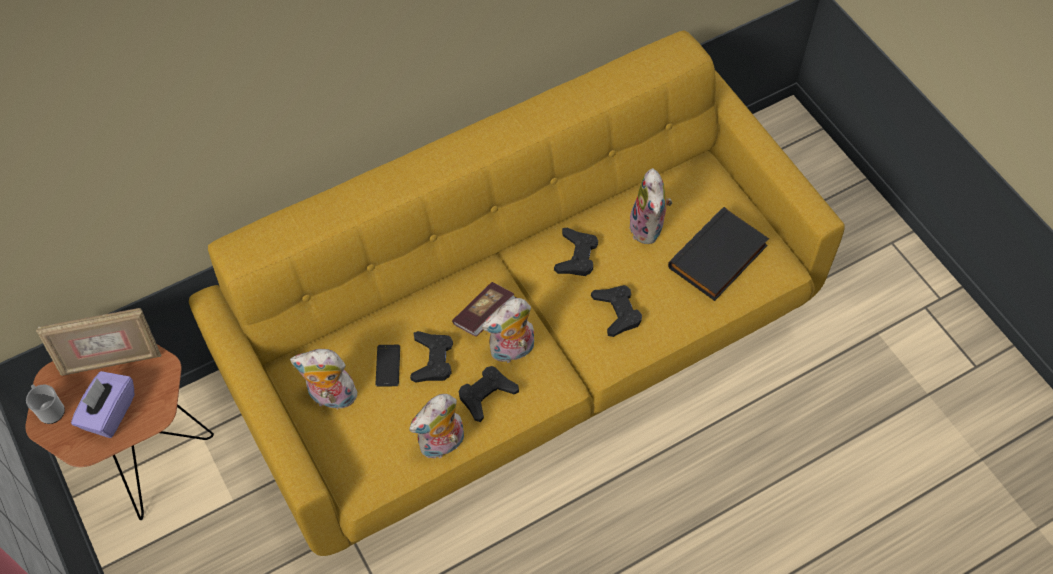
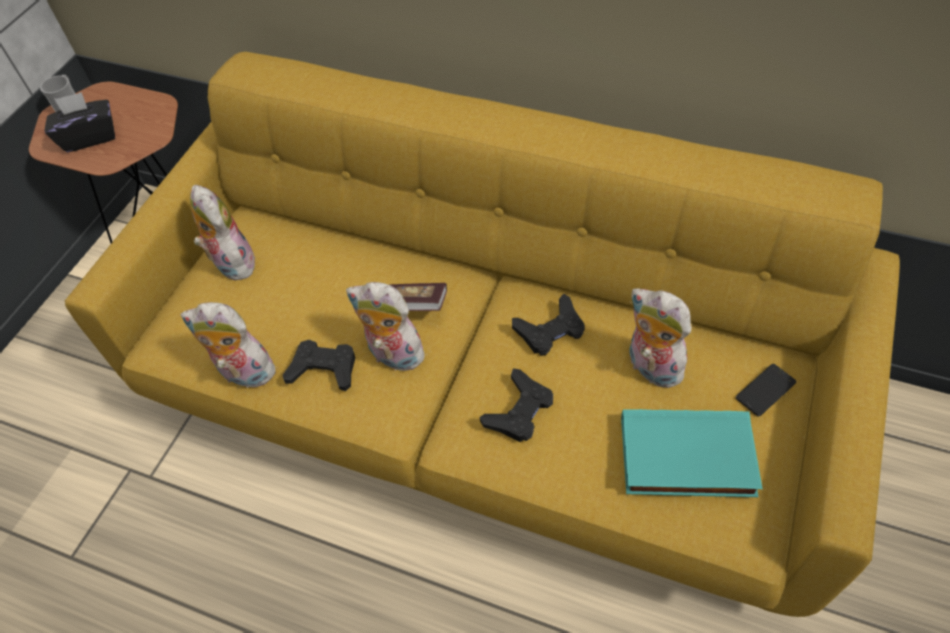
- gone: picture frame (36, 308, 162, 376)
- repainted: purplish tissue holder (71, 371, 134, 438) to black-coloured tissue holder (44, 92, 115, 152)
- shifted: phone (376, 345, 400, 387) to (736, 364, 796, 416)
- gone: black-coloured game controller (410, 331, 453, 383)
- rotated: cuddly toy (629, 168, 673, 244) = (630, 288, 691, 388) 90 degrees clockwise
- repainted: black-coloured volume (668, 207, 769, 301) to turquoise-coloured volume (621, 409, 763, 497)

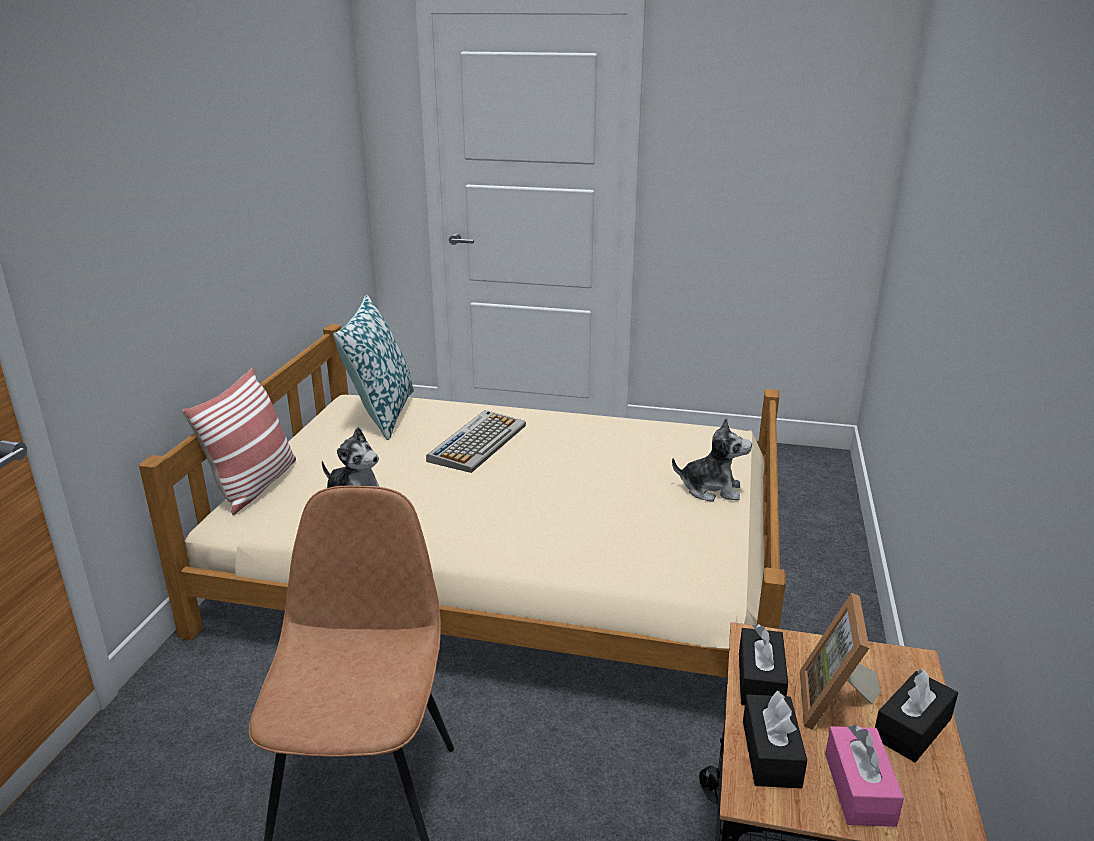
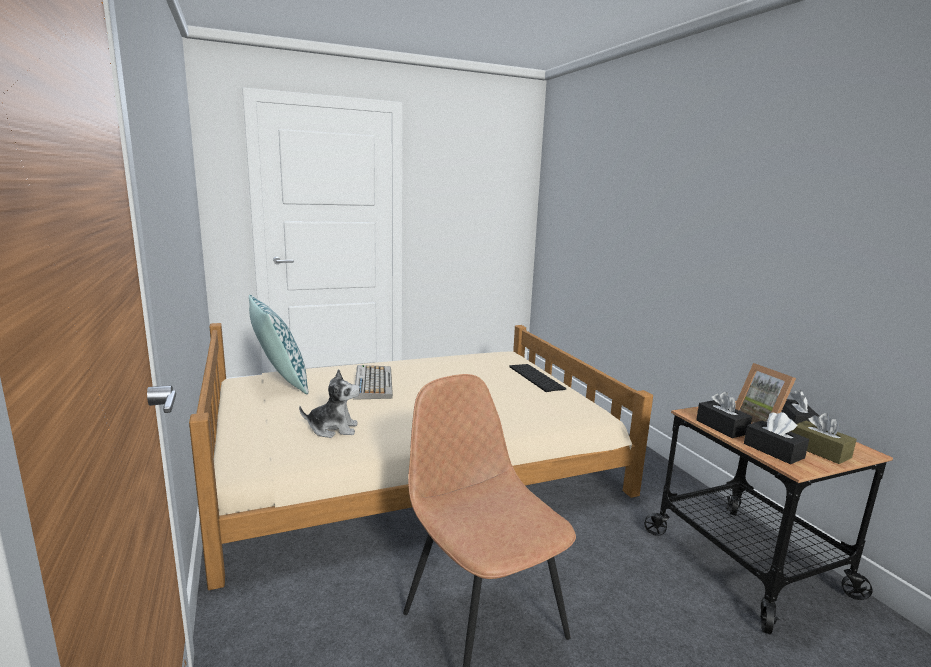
- gone: cushion (182, 368, 296, 515)
- swapped: cuddly toy (672, 418, 752, 502) to keyboard (509, 364, 566, 392)
- repainted: pink tissue holder (825, 725, 904, 827) to brownish tissue holder (791, 413, 857, 464)

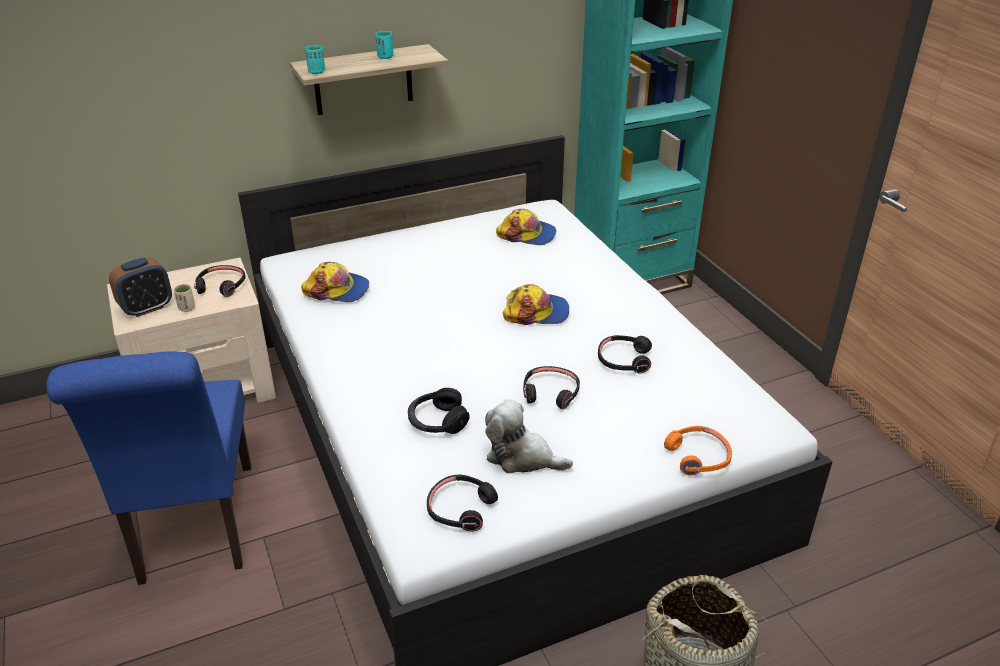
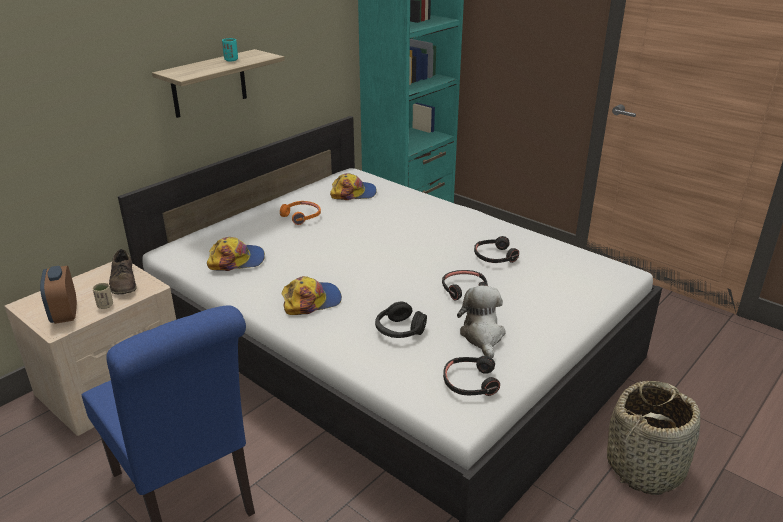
- rotated: bedside clock (109, 257, 172, 317) = (40, 266, 77, 324) 135 degrees clockwise
- swapped: black-coloured headset (194, 265, 246, 297) to brownish low shoe (109, 249, 137, 294)
- gone: turquoise-coloured small cup (305, 45, 325, 74)
- rotated: cuddly toy (485, 399, 573, 473) = (457, 285, 506, 358) 90 degrees clockwise
- shifted: peaked cap (503, 284, 569, 325) to (282, 276, 342, 315)
- shifted: orangey headset (664, 426, 732, 475) to (280, 201, 321, 225)

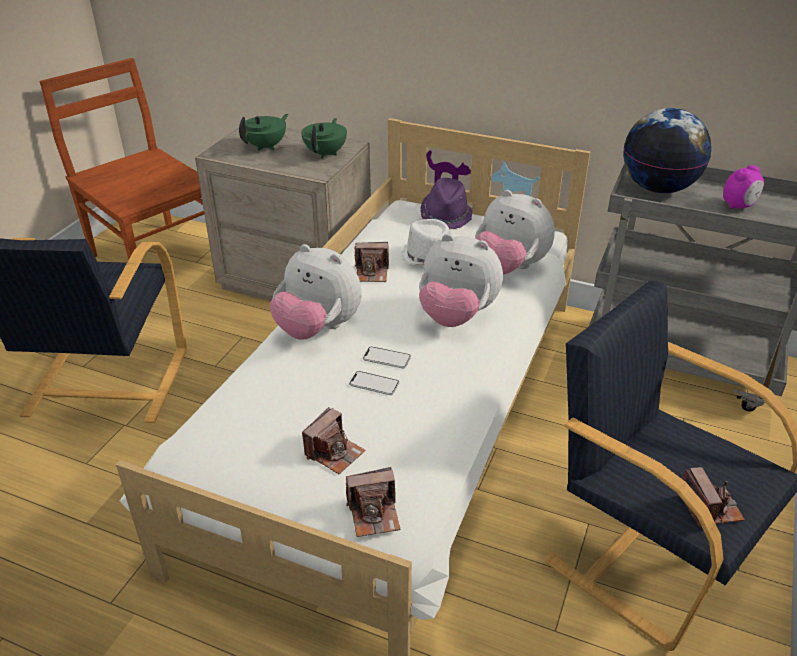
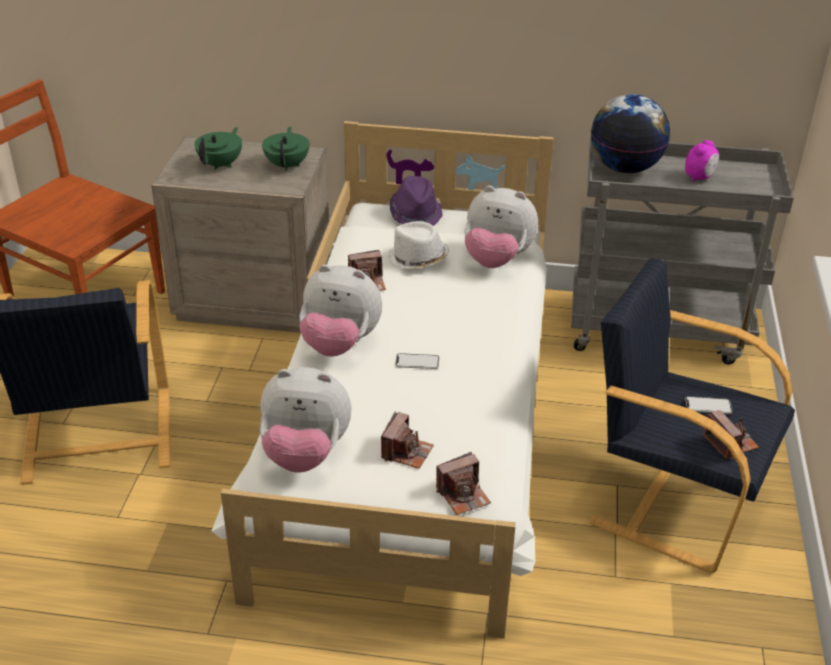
- shifted: phone (349, 371, 399, 395) to (685, 396, 732, 414)
- shifted: cuddly toy (419, 234, 503, 327) to (260, 367, 351, 472)

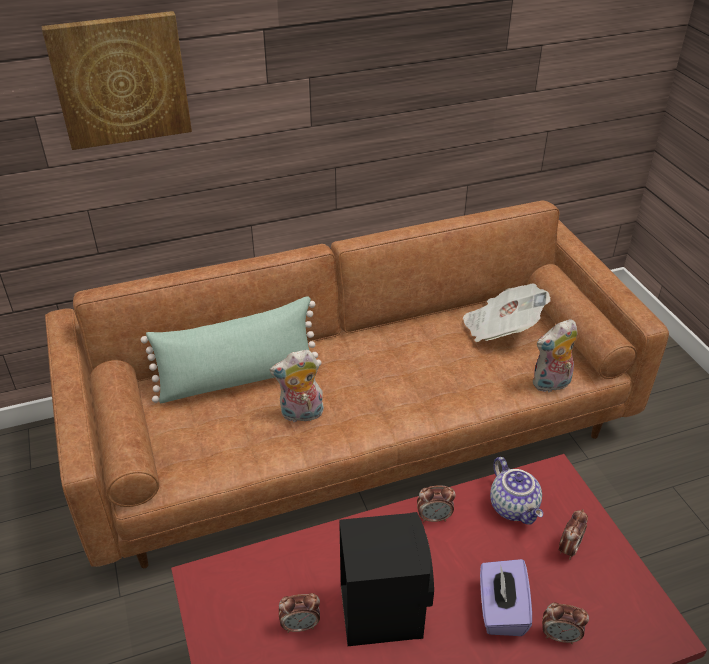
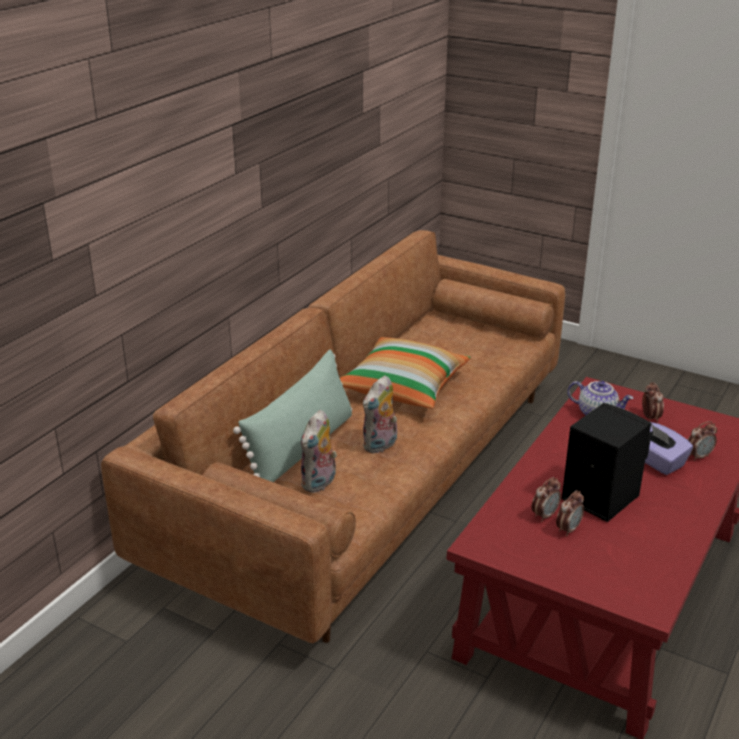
- gone: wall picture (41, 11, 192, 150)
- shifted: bedside clock (417, 485, 456, 522) to (531, 477, 561, 522)
- gone: printed paper (463, 284, 551, 342)
- shifted: cuddly toy (533, 319, 577, 392) to (300, 410, 337, 493)
- new: cushion (340, 337, 471, 408)

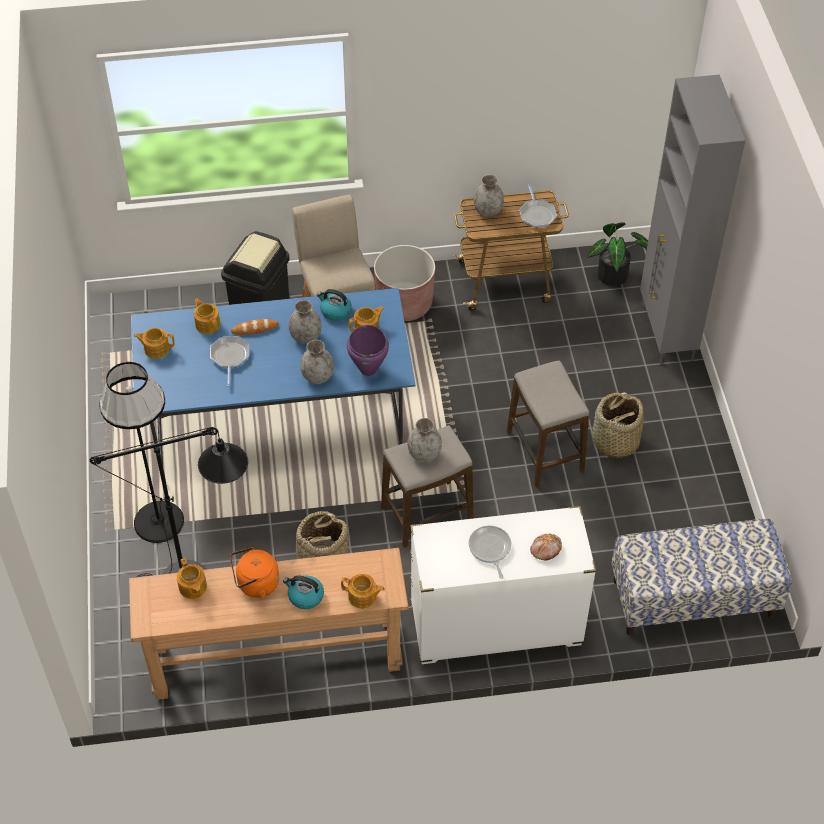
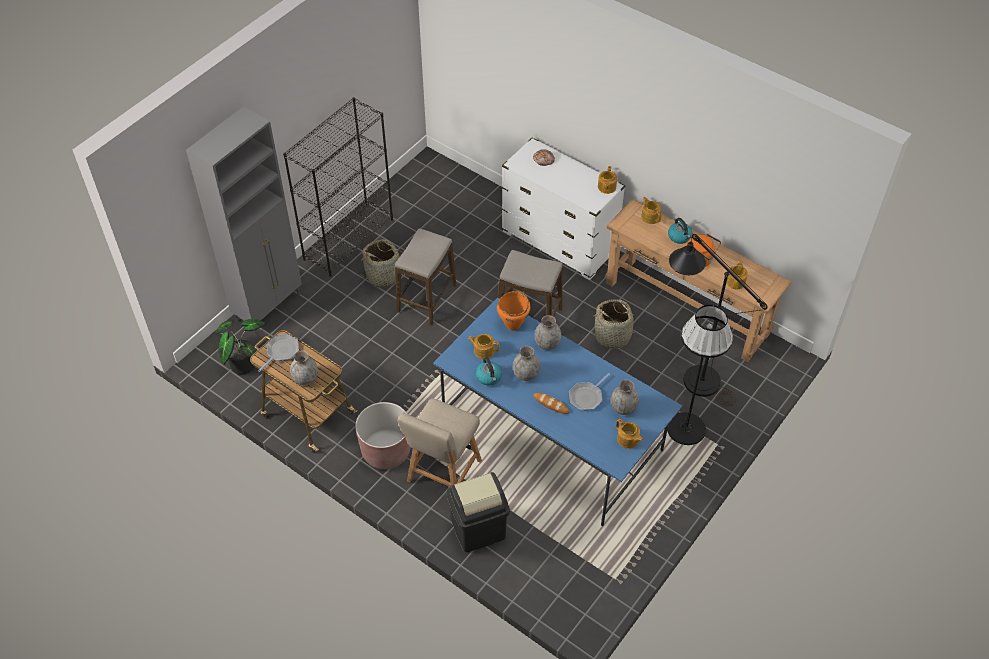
- shifted: teapot (194, 299, 220, 334) to (598, 166, 617, 194)
- repainted: purplish cooking pot (347, 325, 389, 376) to orangey cooking pot (497, 291, 530, 331)
- shifted: gray decorative vase (407, 418, 442, 462) to (611, 380, 639, 415)
- gone: skillet (469, 526, 511, 579)
- gone: bench (611, 519, 792, 635)
- new: black-coloured shelving unit (283, 97, 393, 277)

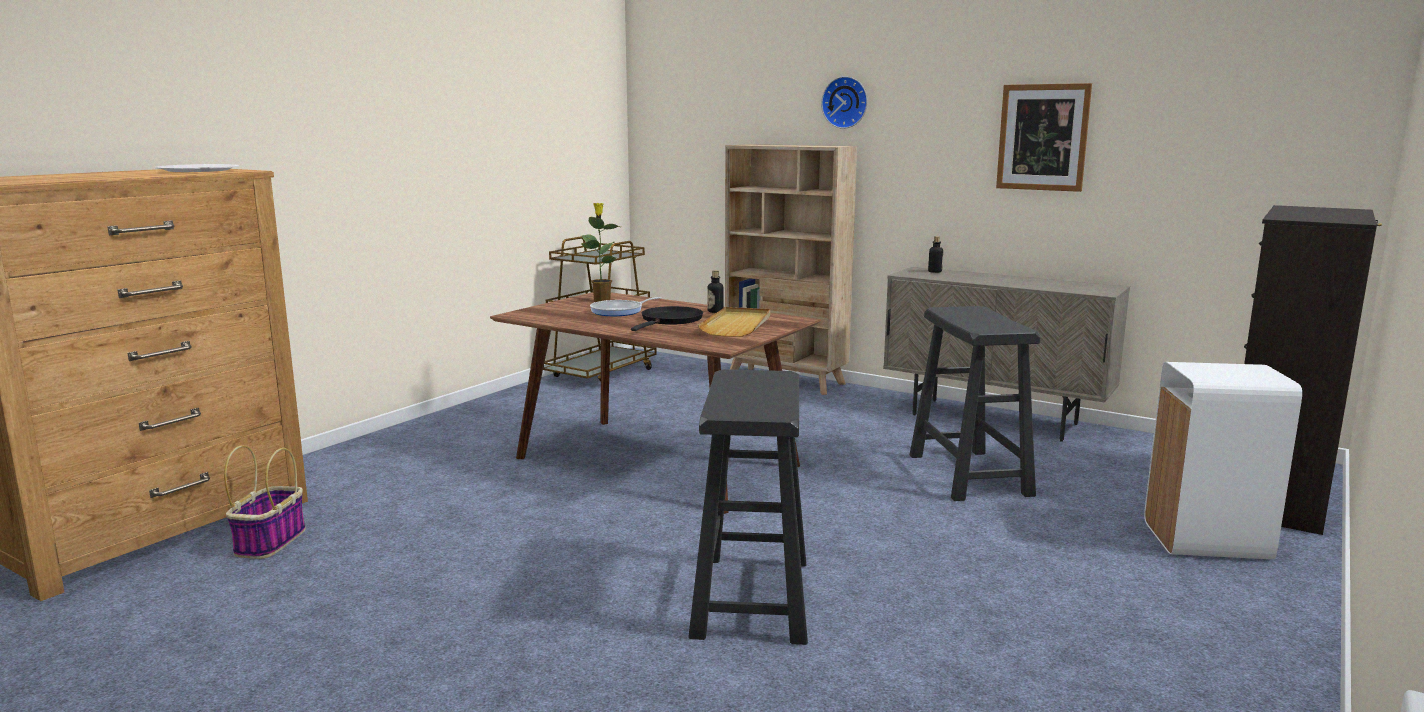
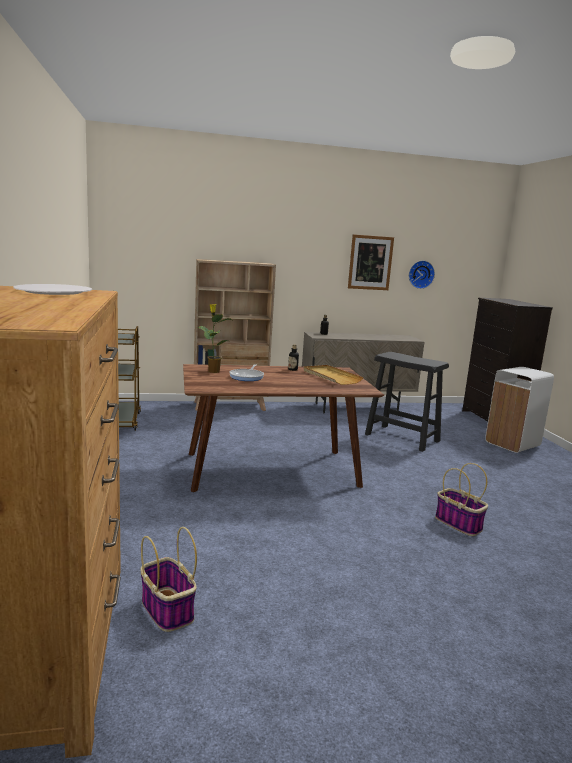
- gone: black-coloured skillet (631, 306, 703, 331)
- swapped: black-coloured stool seat (688, 369, 808, 645) to basket (435, 463, 488, 536)
- shifted: clock on the wall (821, 76, 868, 129) to (409, 260, 435, 289)

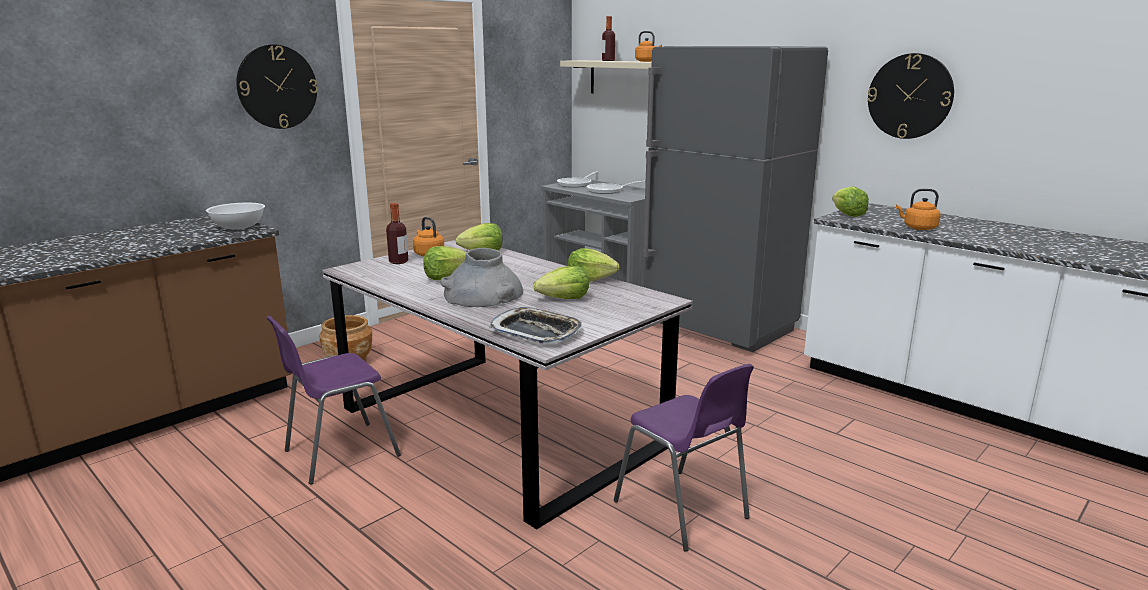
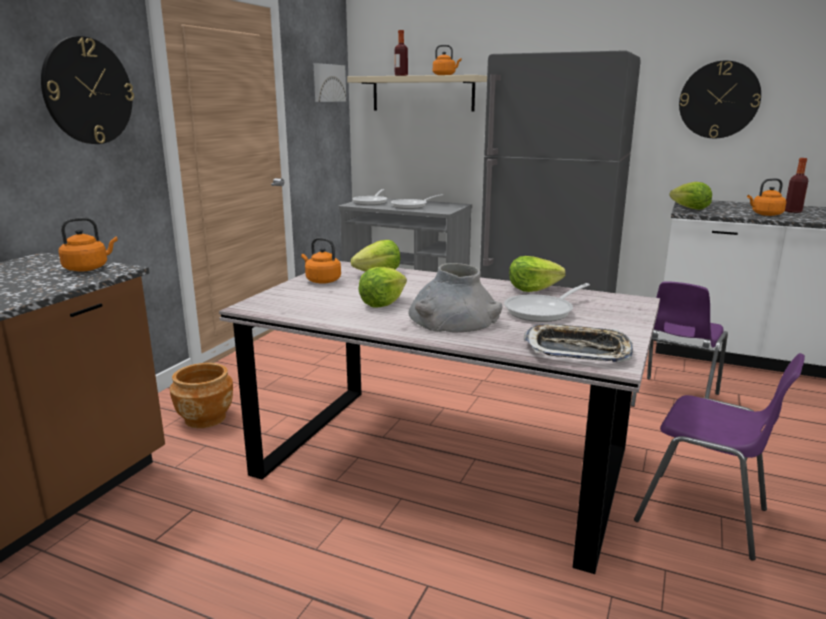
- swapped: white-coloured serving bowl (206, 203, 265, 229) to orangey water kettle (59, 217, 118, 272)
- shifted: purplish chair (266, 316, 401, 485) to (631, 281, 728, 407)
- shifted: bottle (386, 203, 408, 264) to (785, 158, 808, 213)
- swapped: lettuce (533, 266, 589, 299) to skillet (504, 283, 590, 322)
- new: wall picture (314, 63, 346, 102)

